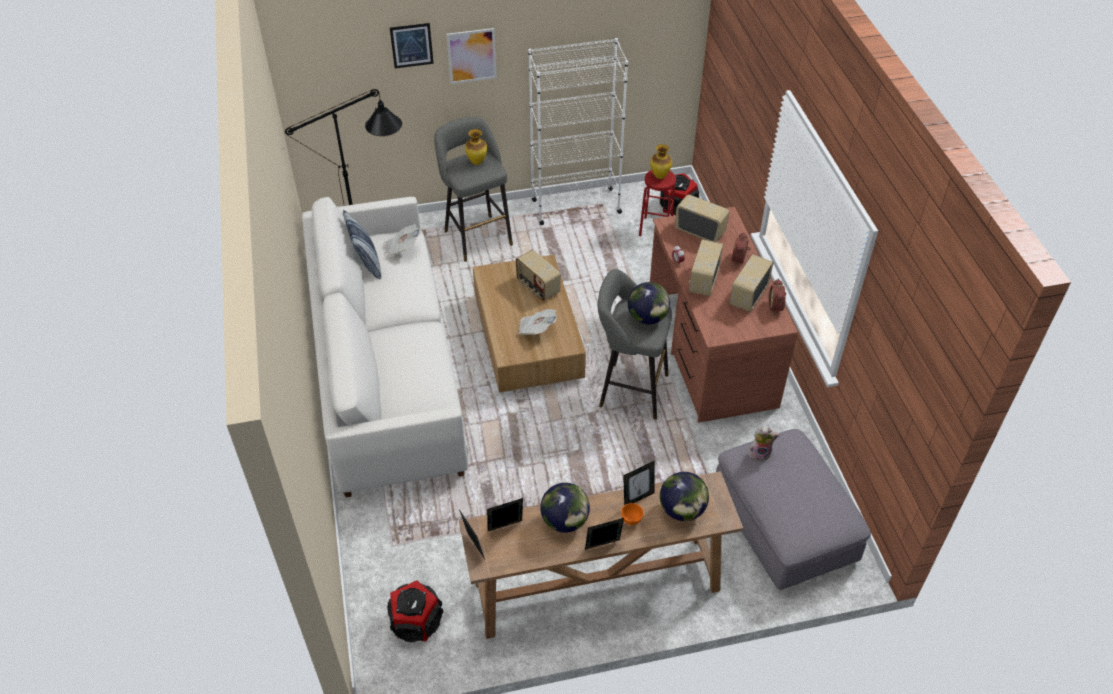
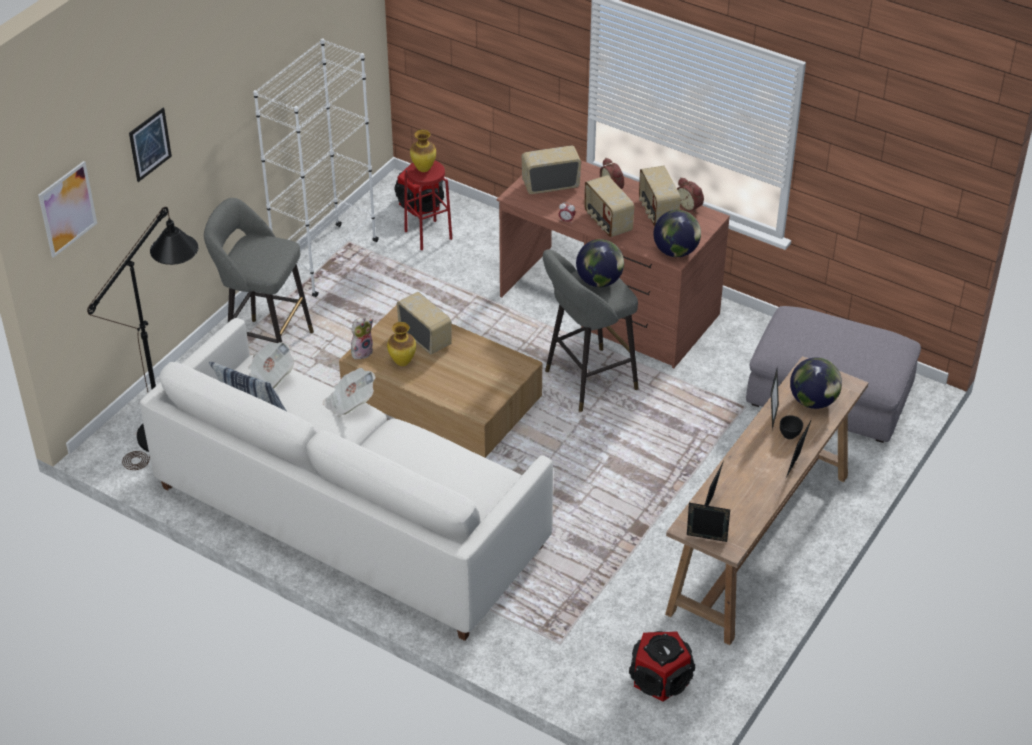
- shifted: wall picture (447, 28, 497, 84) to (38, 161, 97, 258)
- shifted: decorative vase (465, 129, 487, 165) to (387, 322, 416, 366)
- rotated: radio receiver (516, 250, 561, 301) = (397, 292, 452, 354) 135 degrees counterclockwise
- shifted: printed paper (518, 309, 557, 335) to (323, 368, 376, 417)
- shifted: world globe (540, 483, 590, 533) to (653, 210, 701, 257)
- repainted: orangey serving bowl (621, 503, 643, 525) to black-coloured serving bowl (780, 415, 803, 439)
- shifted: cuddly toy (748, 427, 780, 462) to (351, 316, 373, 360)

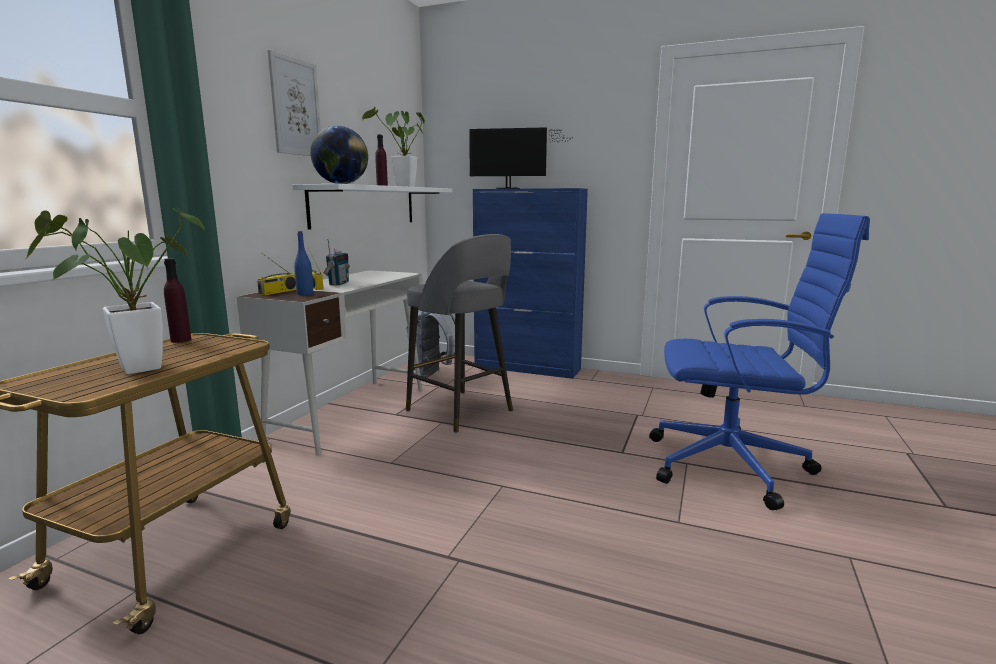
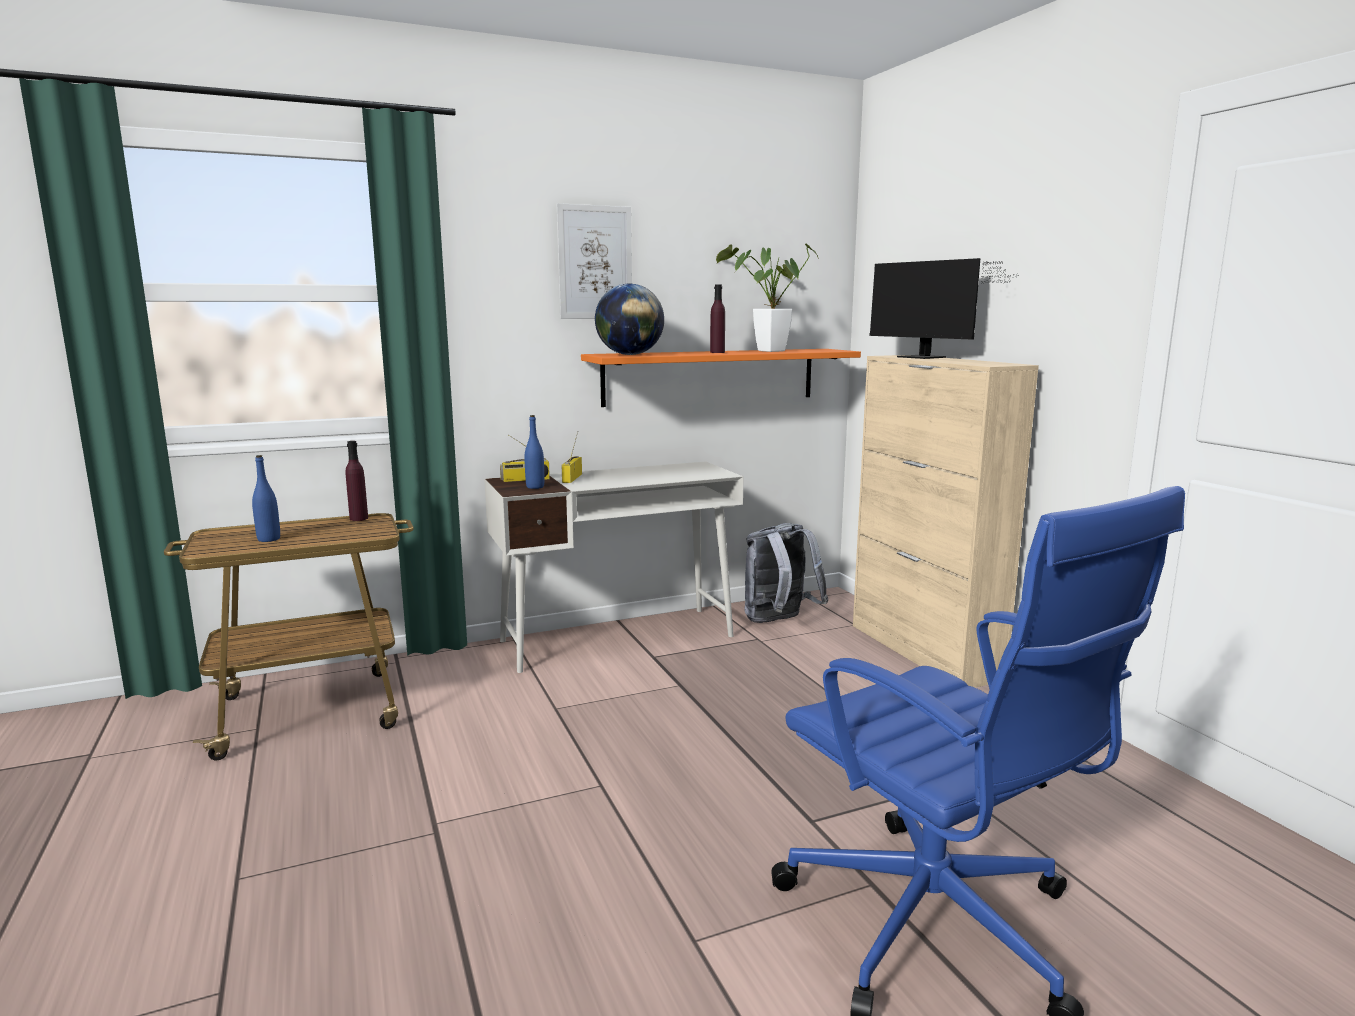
- swapped: plant in a pot (25, 208, 205, 374) to bluish bottle (252, 455, 280, 542)
- repainted: white-coloured bracket shelf (293, 184, 452, 230) to orangey bracket shelf (581, 349, 861, 407)
- gone: radio receiver (324, 238, 350, 286)
- gone: gray stool seat (406, 234, 513, 433)
- repainted: bluish storage cabinet (473, 188, 588, 379) to beige storage cabinet (853, 355, 1039, 688)

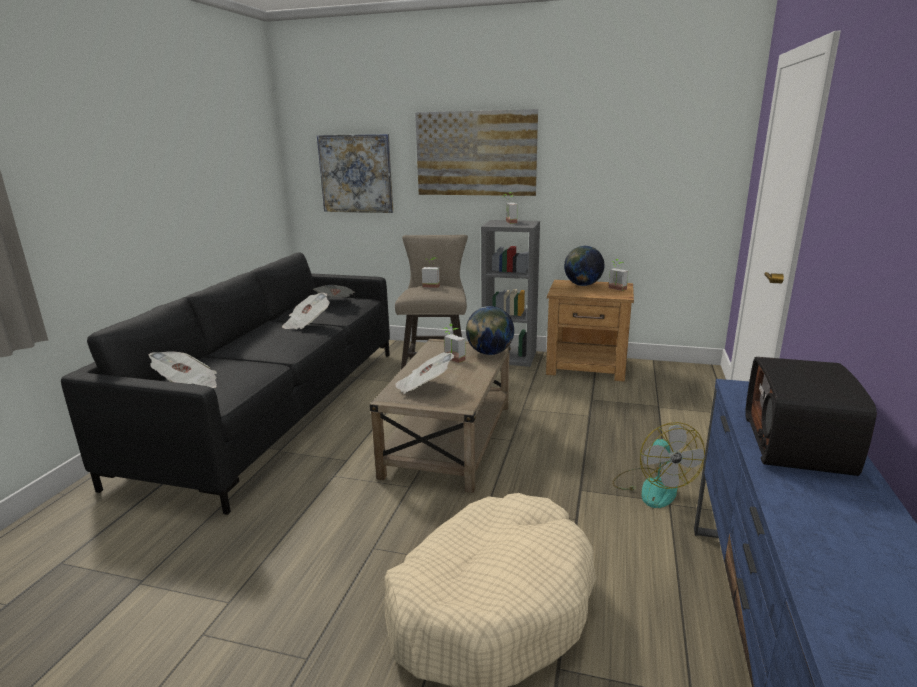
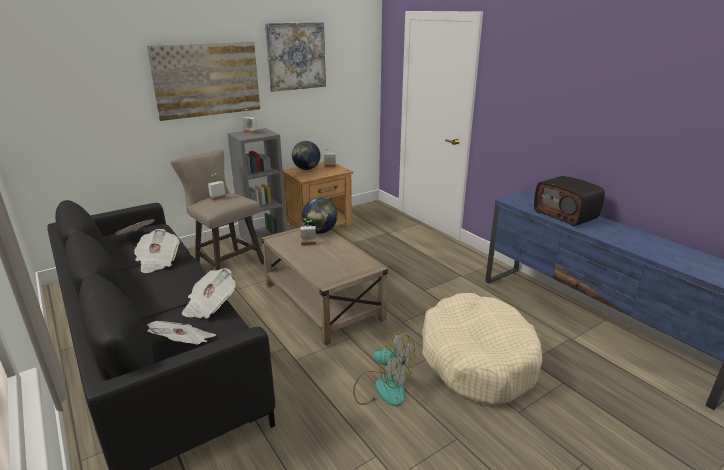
- shifted: wall picture (317, 134, 393, 213) to (265, 22, 326, 92)
- shifted: printed paper (395, 352, 454, 394) to (182, 268, 236, 319)
- shifted: electric fan (612, 422, 705, 508) to (353, 331, 415, 407)

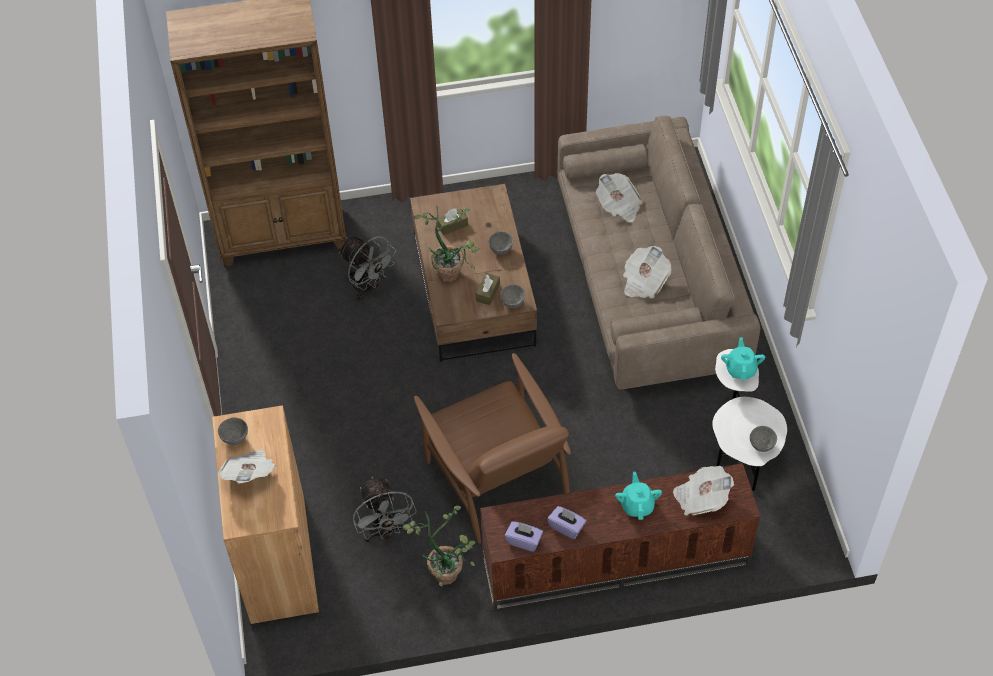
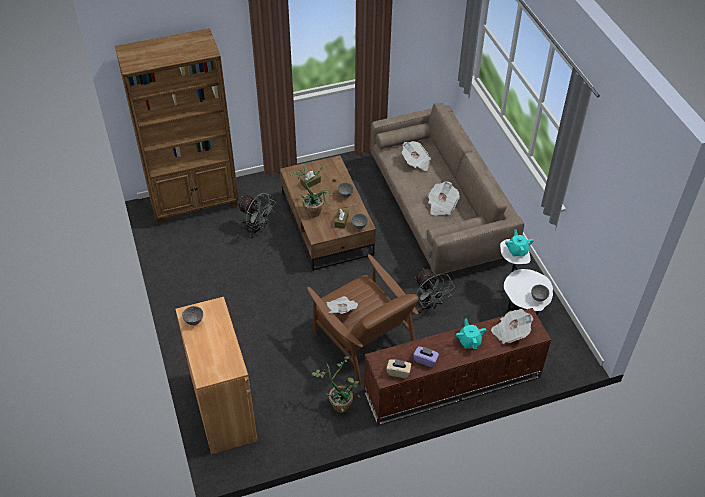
- shifted: printed paper (218, 449, 276, 483) to (326, 296, 358, 314)
- shifted: gray electric fan (353, 476, 417, 542) to (415, 268, 455, 314)
- repainted: purplish tissue holder (505, 521, 543, 552) to beige tissue holder (386, 359, 412, 378)

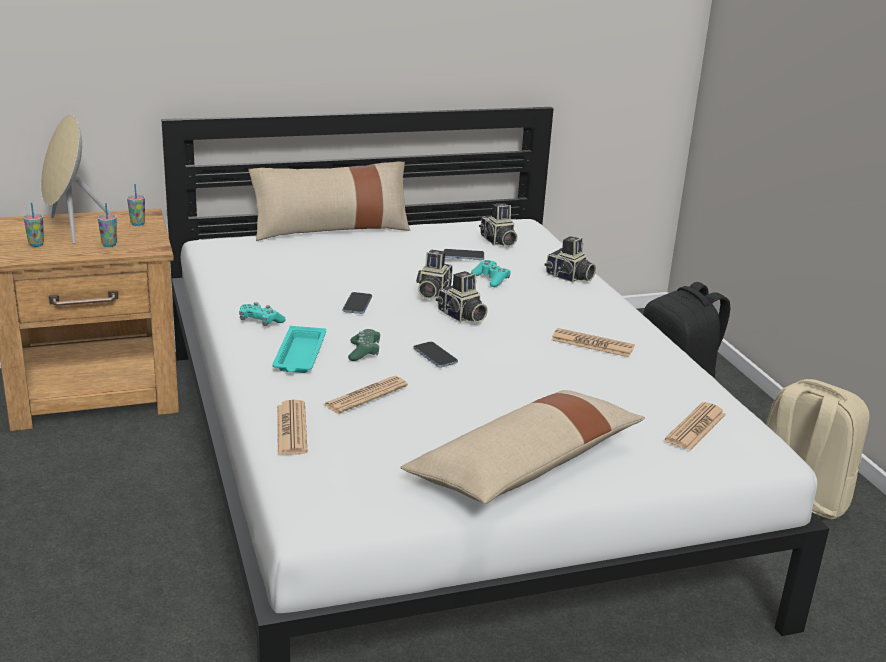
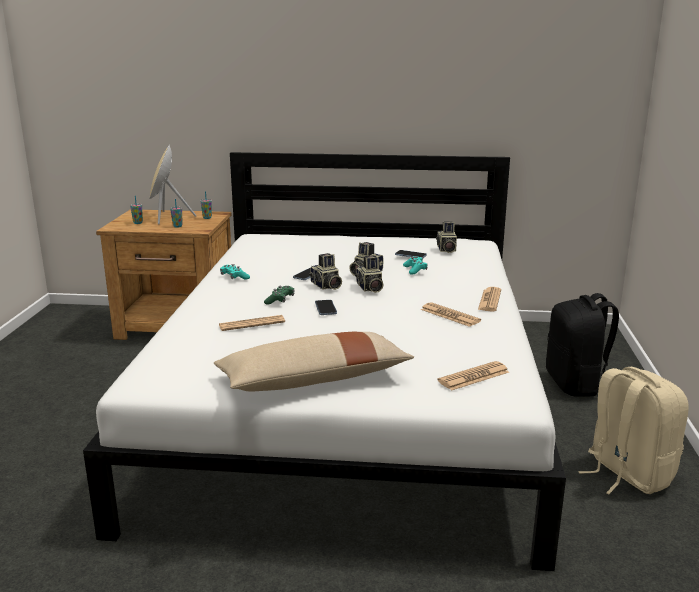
- gone: beige cushion (248, 162, 411, 241)
- gone: turquoise-coloured serving tray (272, 326, 326, 373)
- shifted: printed paper (277, 400, 308, 455) to (478, 287, 501, 312)
- shifted: photo camera (545, 236, 596, 282) to (309, 253, 342, 290)

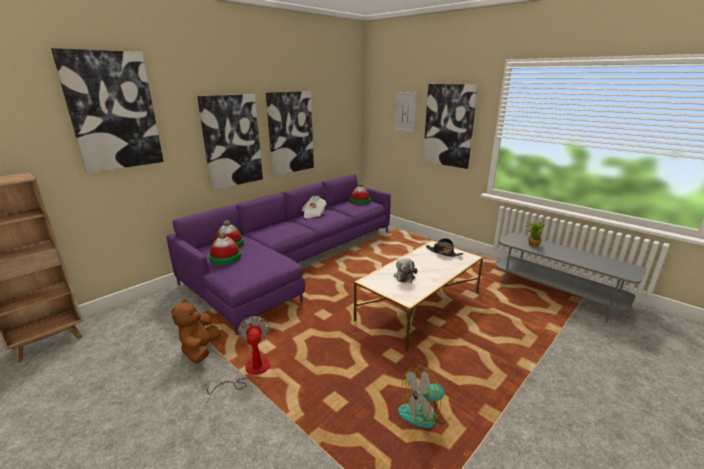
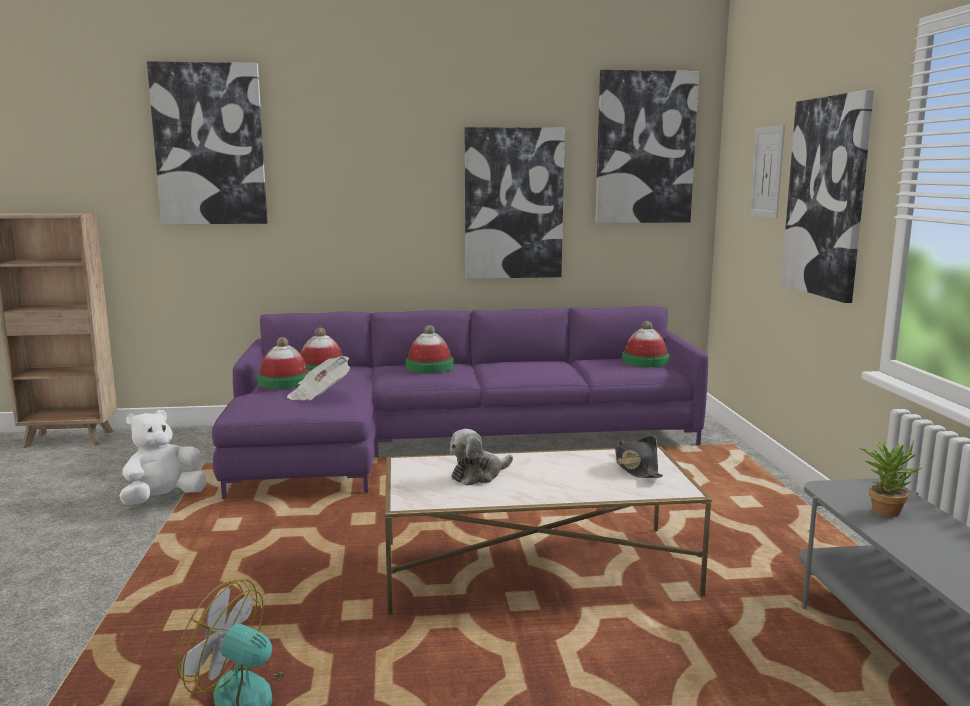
- repainted: brownish cuddly toy (171, 299, 221, 364) to white-coloured cuddly toy (119, 410, 206, 505)
- shifted: wall picture (197, 94, 263, 190) to (595, 70, 699, 223)
- gone: electric fan (201, 316, 270, 395)
- shifted: printed paper (302, 196, 326, 218) to (287, 356, 350, 401)
- new: clothing hat (406, 325, 454, 373)

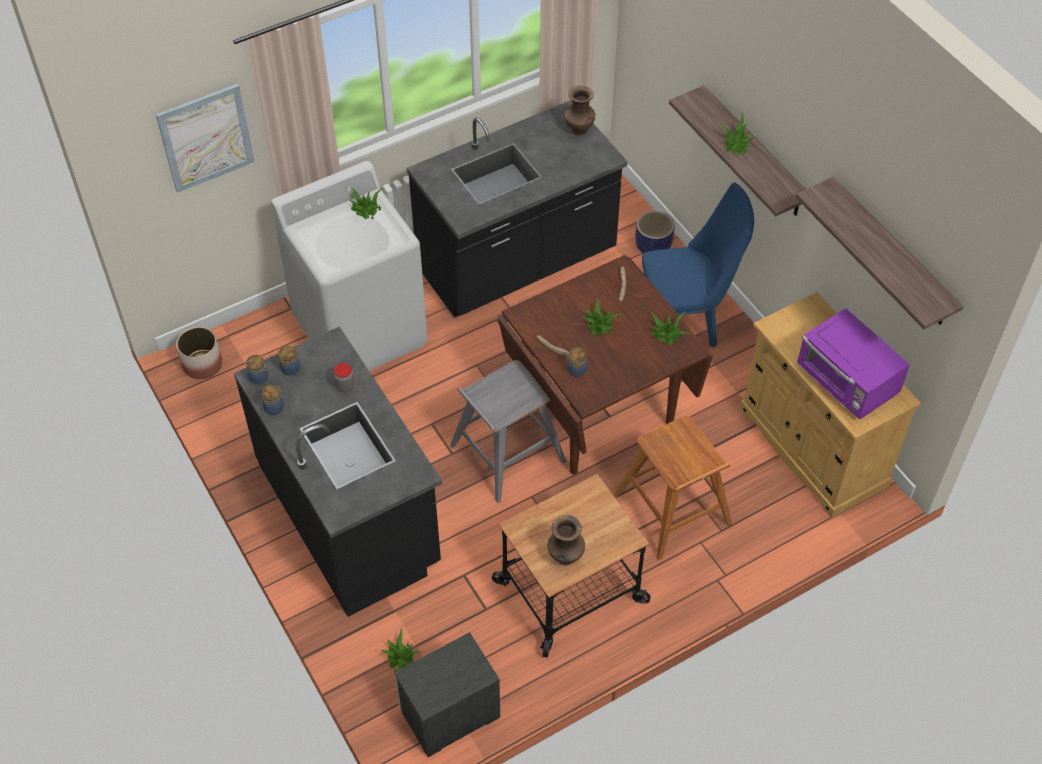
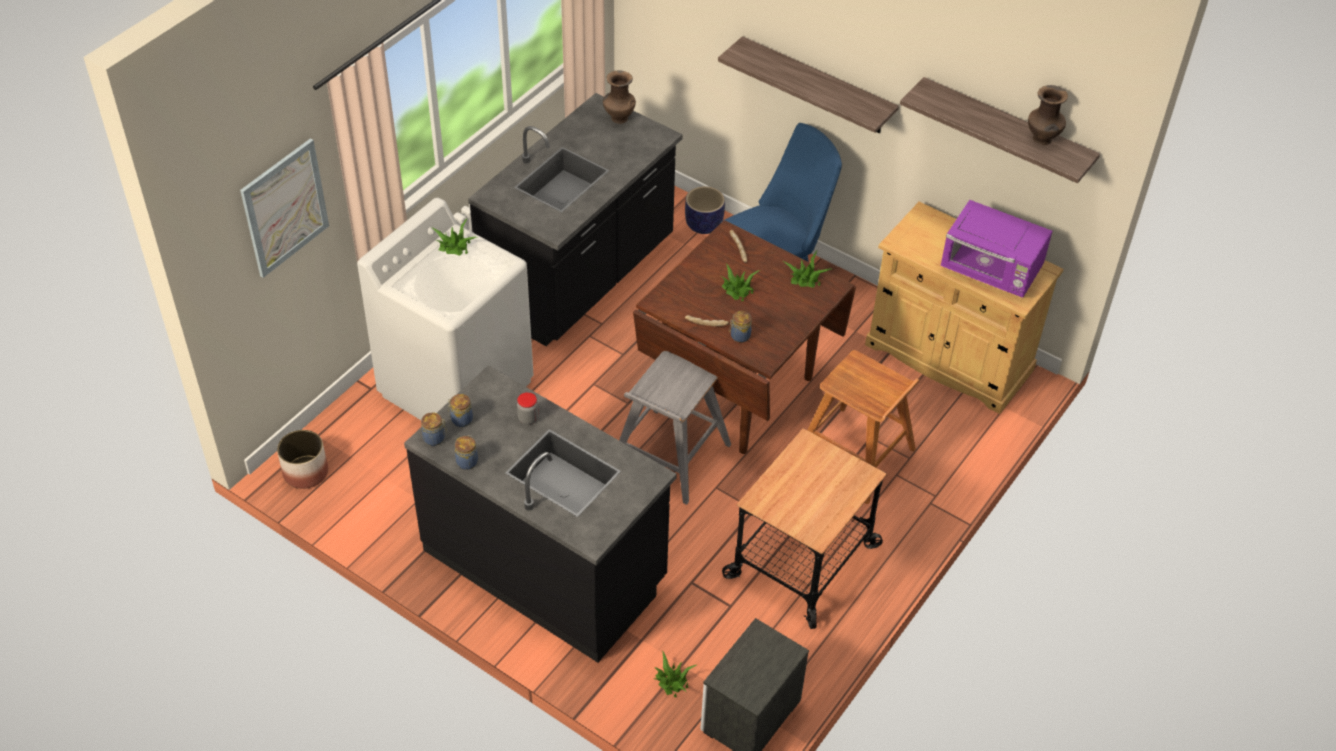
- shifted: brownish decorative vase (548, 515, 585, 565) to (1028, 85, 1068, 145)
- gone: plant in a pot (719, 113, 756, 154)

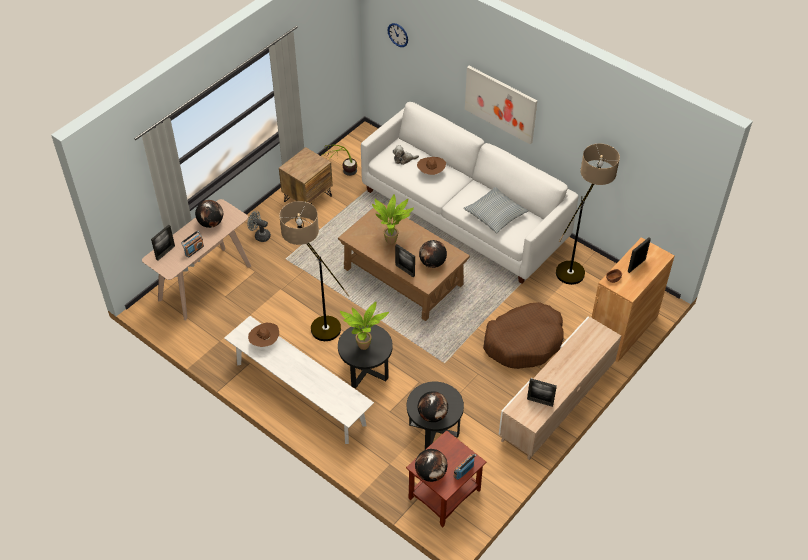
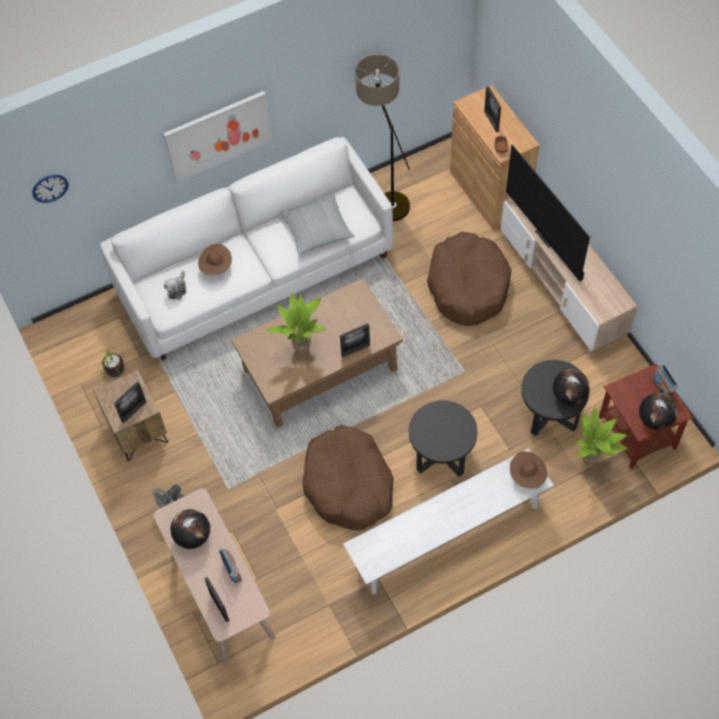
- shifted: brownish clothing hat (248, 323, 279, 347) to (510, 451, 547, 489)
- swapped: standing lamp (279, 201, 349, 341) to brownish dog bed (302, 425, 394, 531)
- shifted: plant in a pot (340, 302, 389, 350) to (575, 407, 627, 466)
- gone: world globe (419, 240, 447, 268)
- shifted: picture frame (527, 378, 557, 407) to (114, 382, 146, 423)
- new: TV (506, 144, 590, 282)

